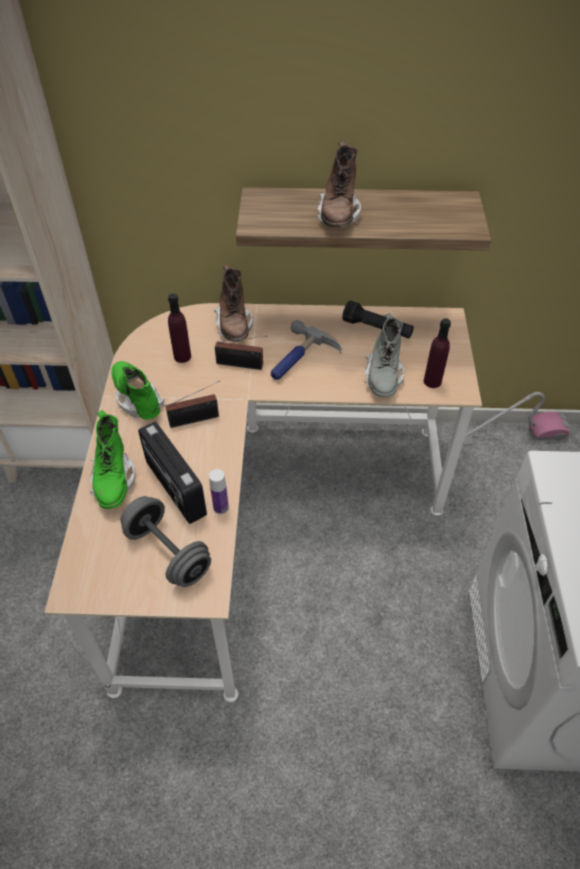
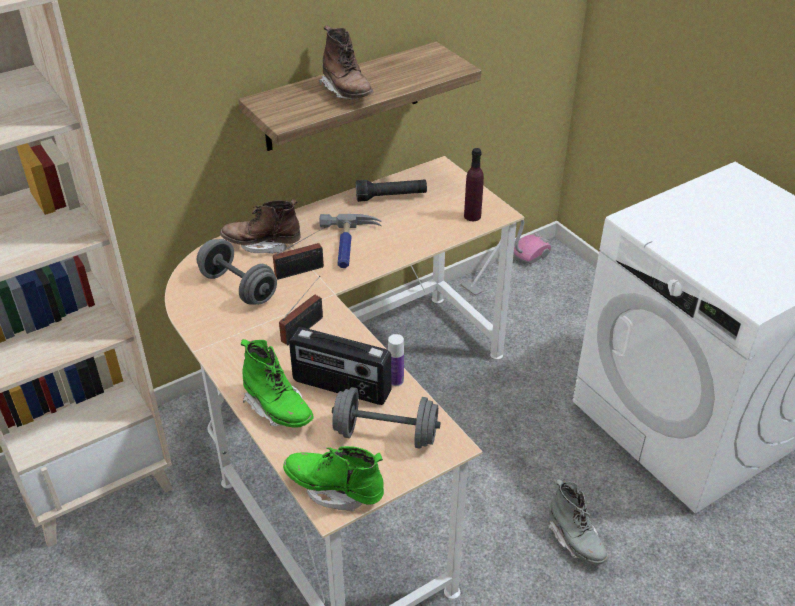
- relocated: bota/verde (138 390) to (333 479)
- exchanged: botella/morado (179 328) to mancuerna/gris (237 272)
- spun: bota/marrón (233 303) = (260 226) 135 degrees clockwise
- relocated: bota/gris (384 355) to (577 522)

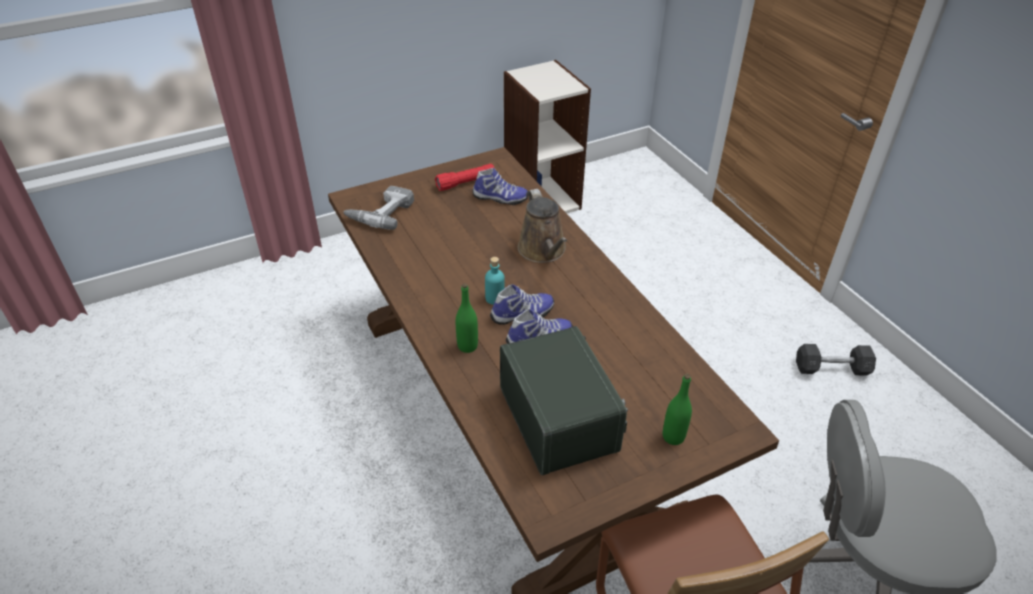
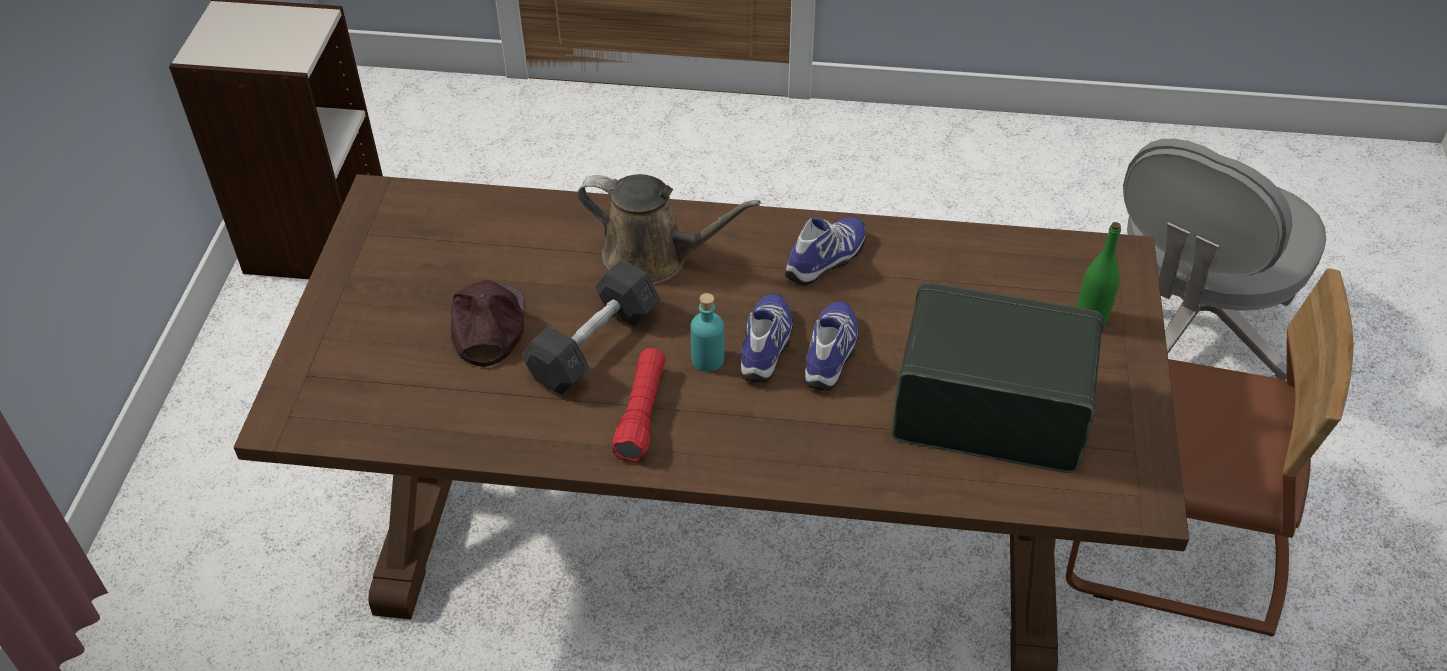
- missing: taladro (378 208)
- relocated: linterna/rojo (464 177) to (638 405)
- missing: botella/verde (467 318)
- relocated: zapato (501 186) to (825 251)
- relocated: mancuerna/gris (836 360) to (591 327)
- appeared: gorra/marrón (488 323)

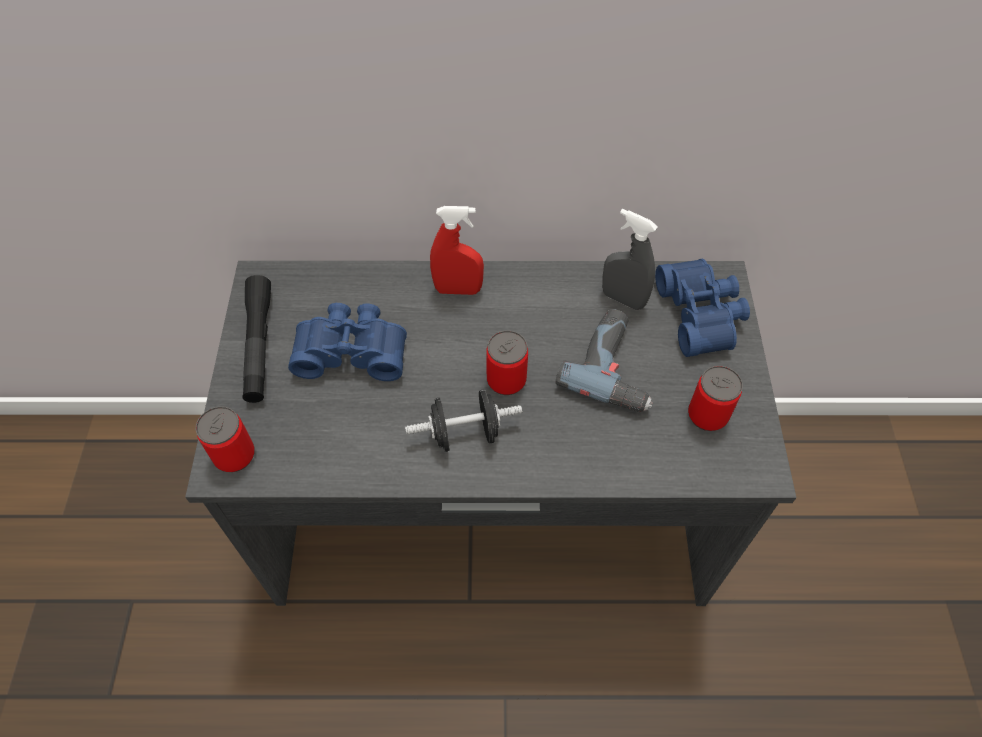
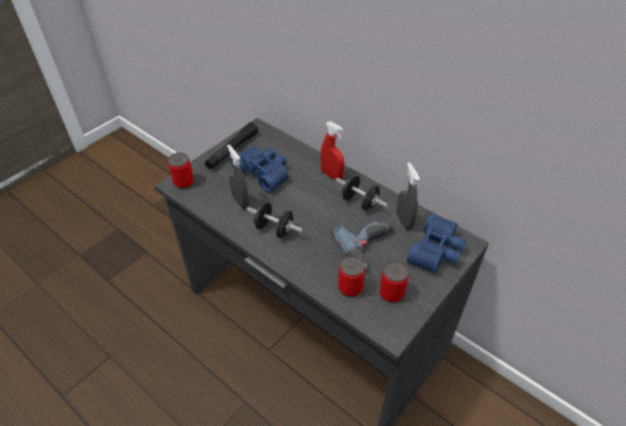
- relocated: lata (507 363) to (351 276)
- appeared: pulverizador/gris (238 177)
- appeared: mancuerna/negro (362 193)

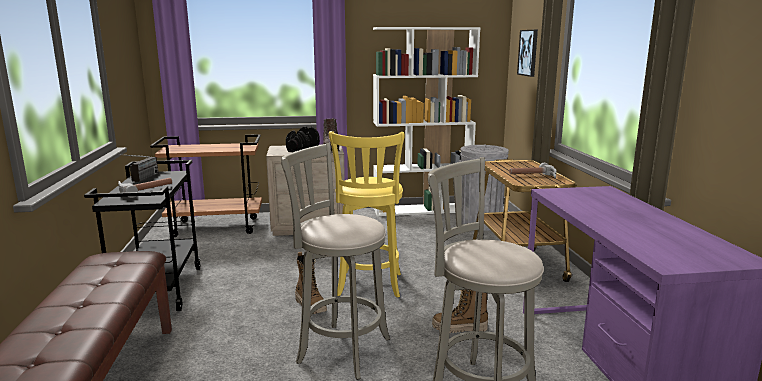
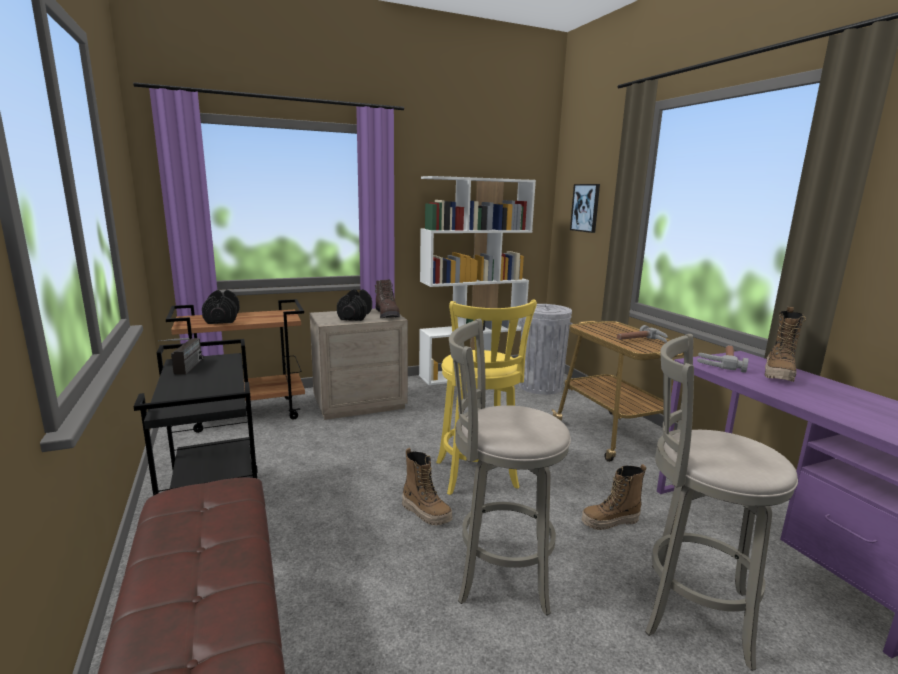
- relocated: martillo (145 188) to (722 359)
- appeared: mancuerna/negro (221 307)
- appeared: bota (785 344)

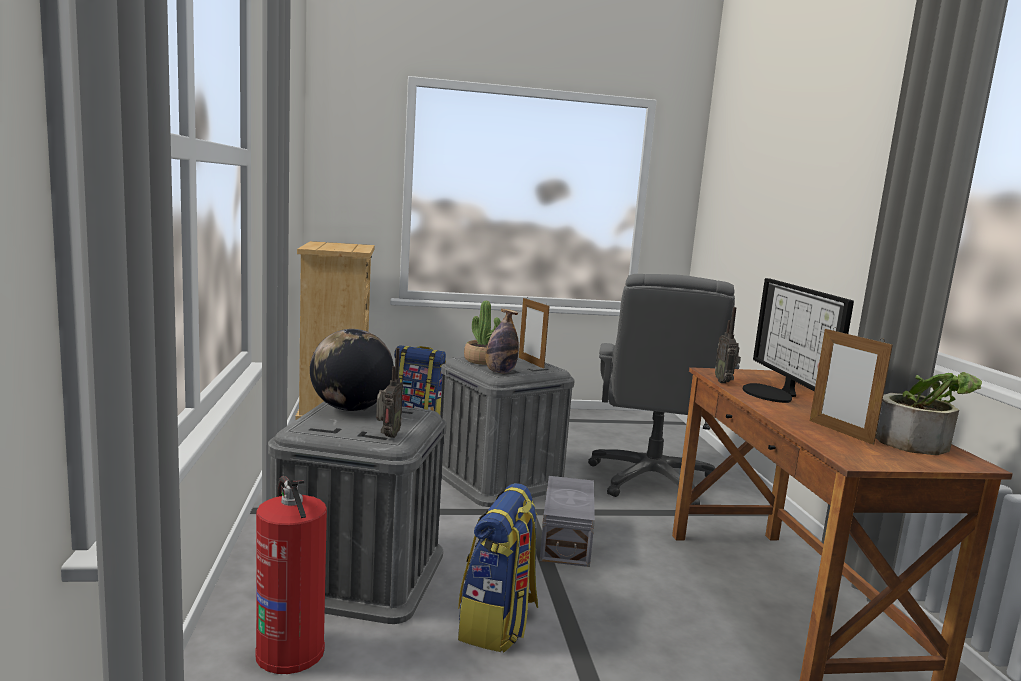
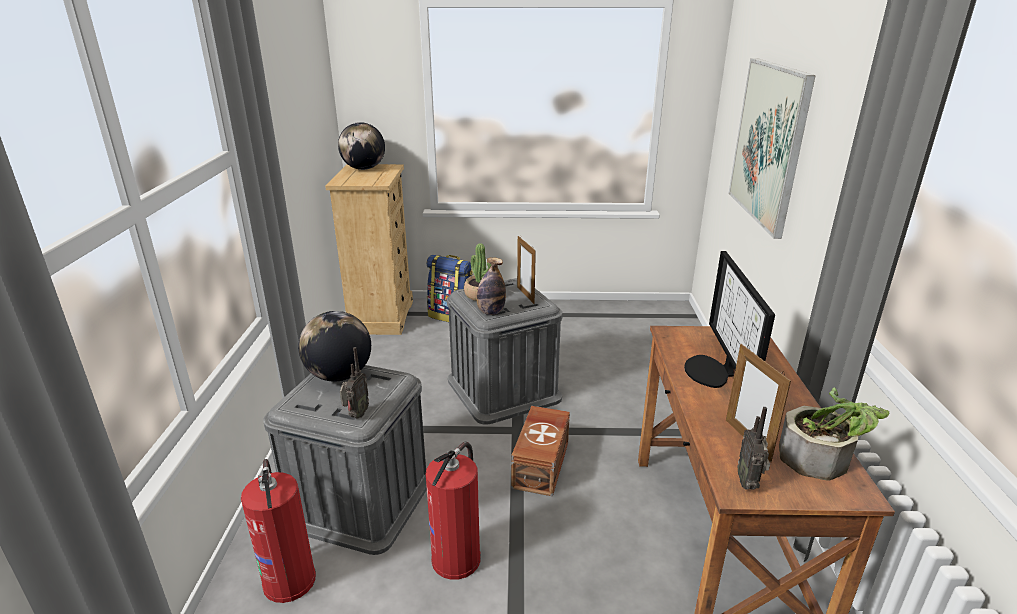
- exchanged: mochila (498 568) to extintor (453 511)
- colour: caja de almacenaje/gris (567 521) to caja de almacenaje/marrón (540 451)
- missing: silla de oficina/gris (663 389)
- relocated: radio (728 345) to (753 448)
- appeared: globo terráqueo (361 146)
- appeared: cuadro (772 148)

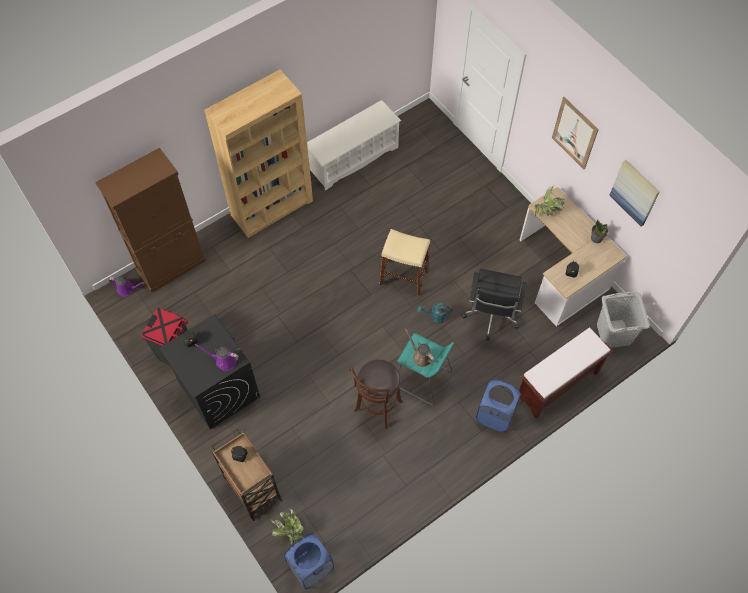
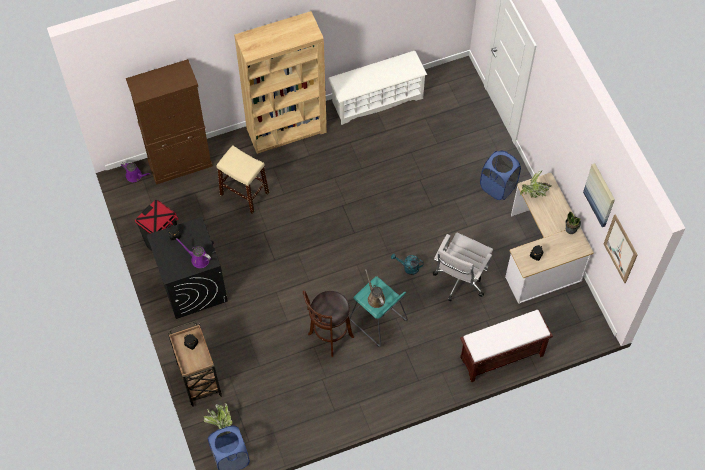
- relocated: taburete/beis (405 262) to (243 179)
- colour: silla de oficina/negro (494 305) to silla de oficina/blanco (463 267)
- relocated: cesto de la ropa/azul (498 406) to (500 175)
- relocated: cuadro (575 133) to (621 248)
- missing: cesto de la ropa/gris (623 320)

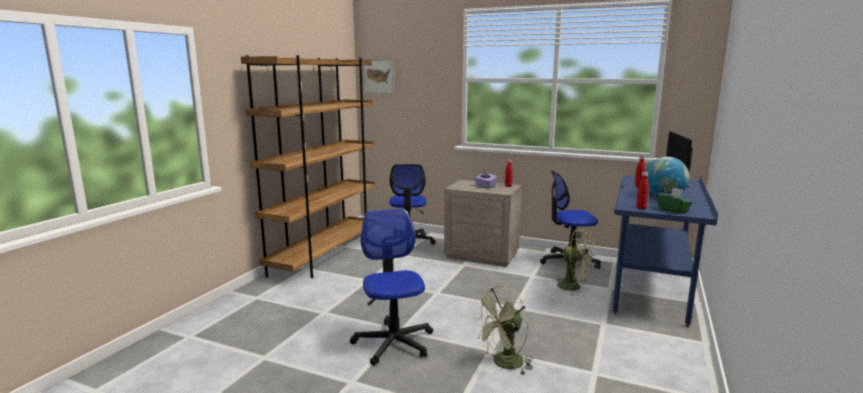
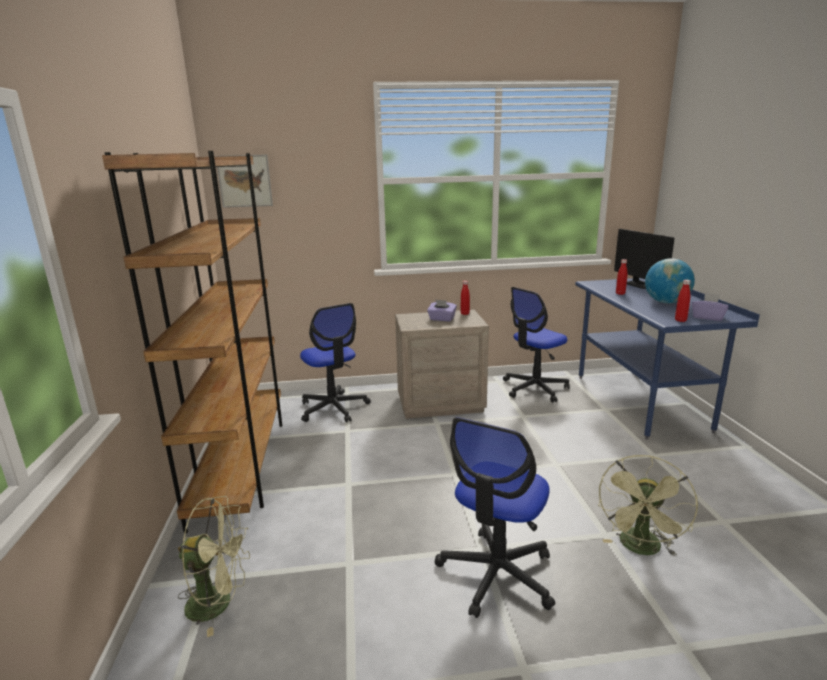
- spun: silla de oficina (391 287) = (495 517) 105 degrees counterclockwise
- relocated: ventilador/verde (574 262) to (214 566)
- colour: caja de pañuelos/verde (675 200) to caja de pañuelos/morado (710 307)

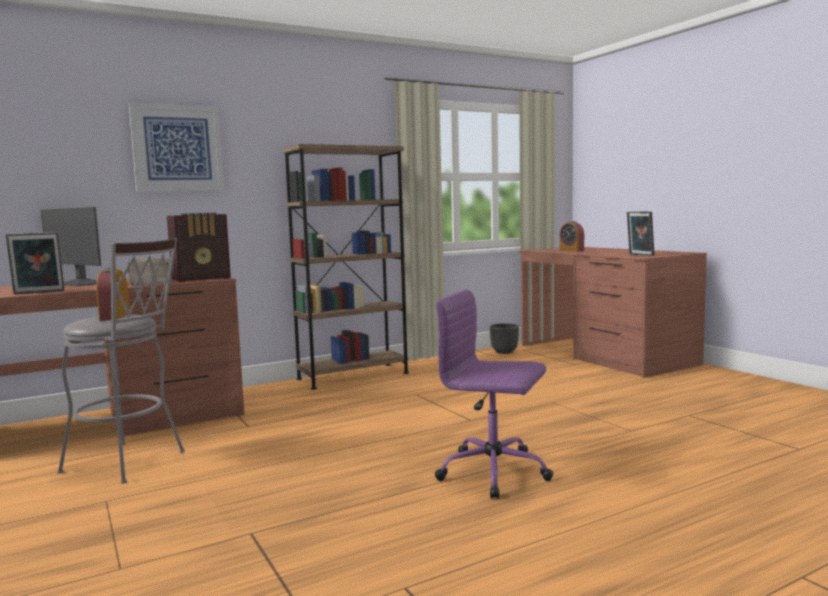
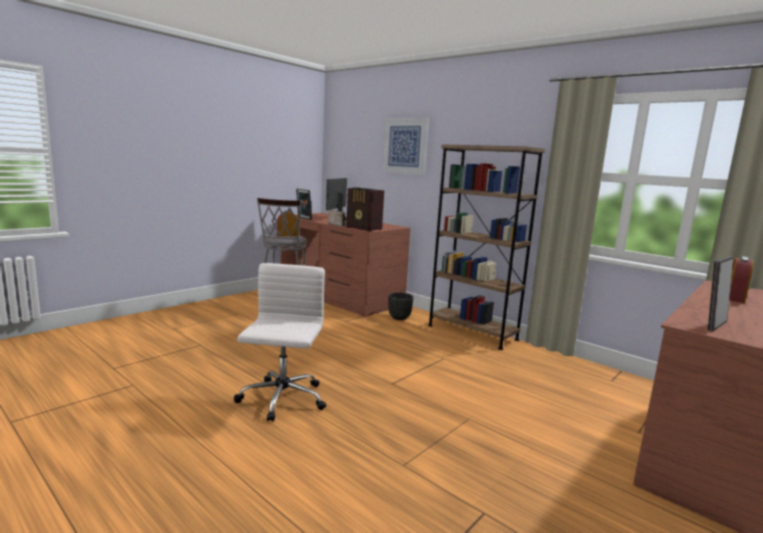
- colour: silla de oficina/morado (493 394) to silla de oficina/blanco (280 342)
- relocated: maceta/negro (504 338) to (400 306)

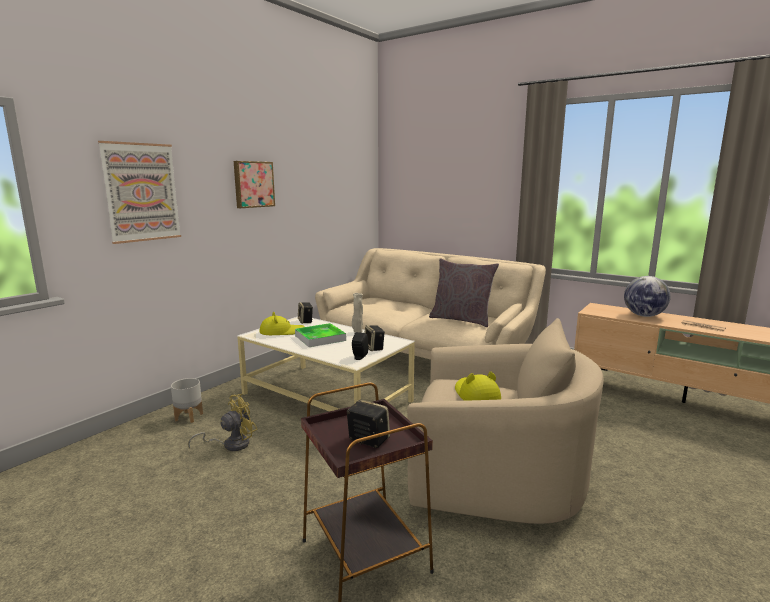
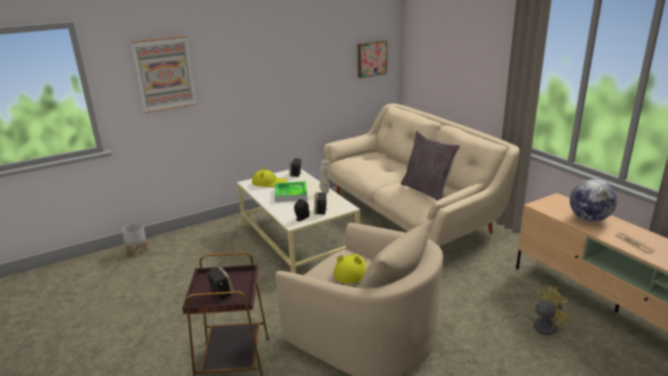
- relocated: maceta/gris (187 400) to (135 240)
- relocated: ventilador/amarillo (222 422) to (536 310)
- relocated: cuadro (254 184) to (372 59)

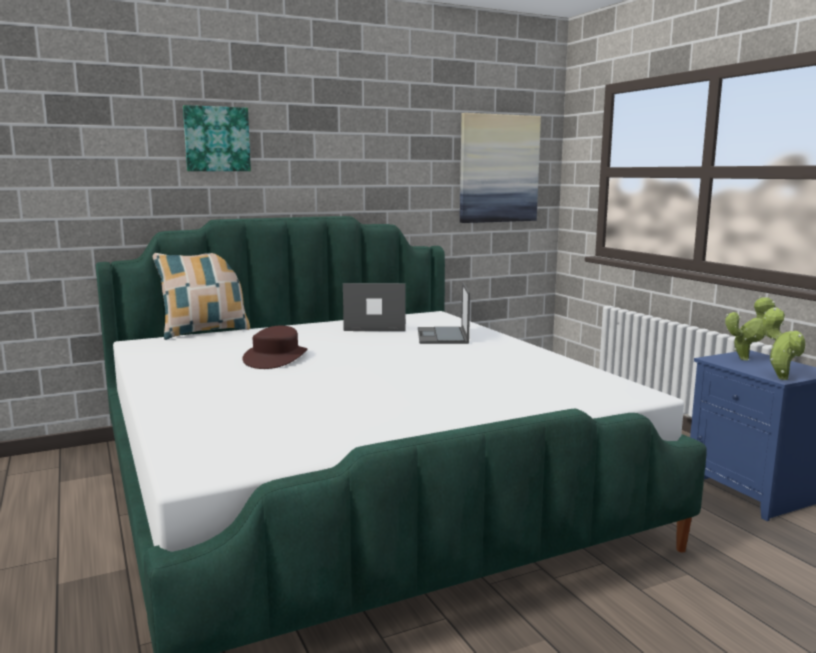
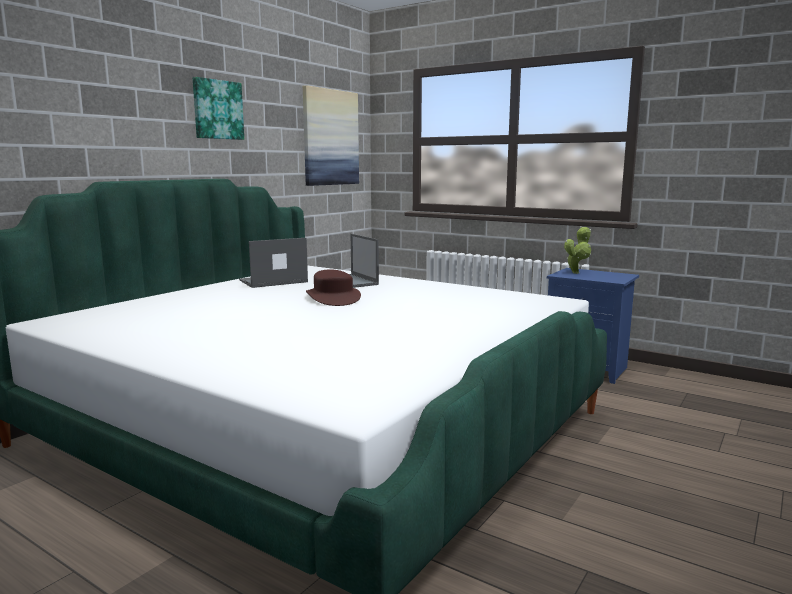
- missing: cojín (201 296)
- relocated: cuadro (217 138) to (218 108)
- relocated: sombrero/marrón (274 347) to (333 287)
- missing: planta en maceta (784 344)

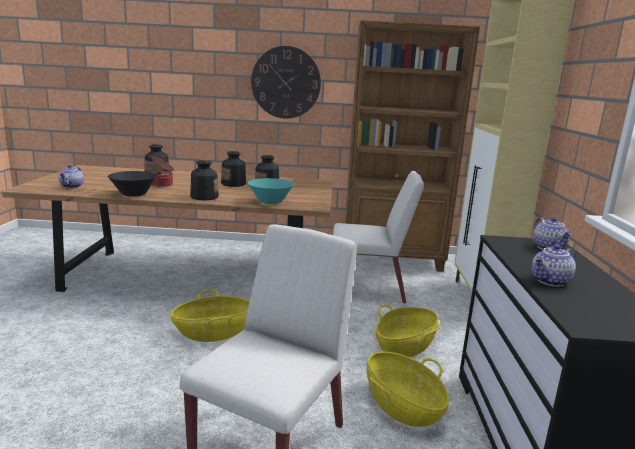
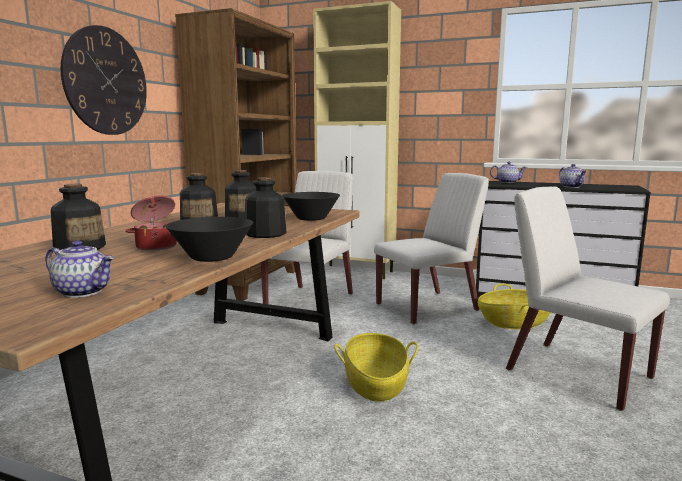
- colour: cuenco/turquesa (271 191) to cuenco/negro (311 206)
- exchanged: cesta (408 331) to silla/blanco (431 248)

